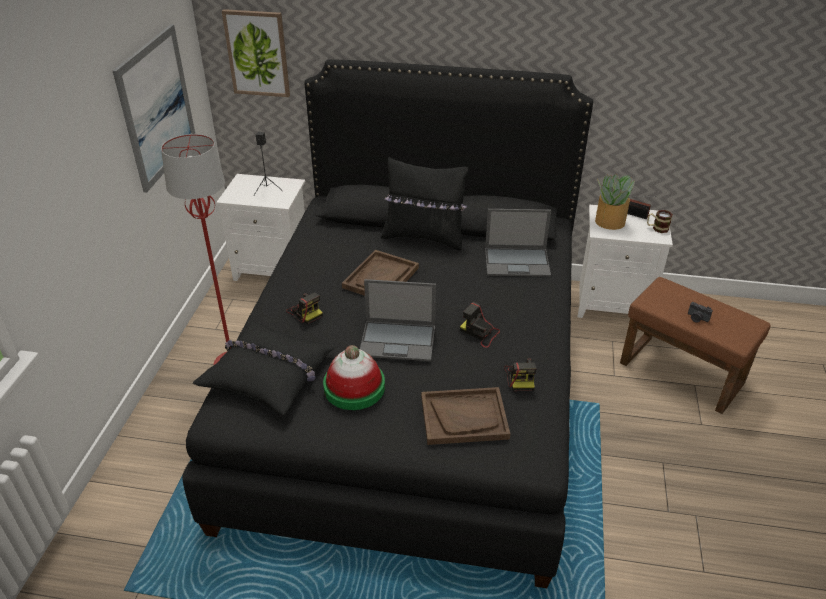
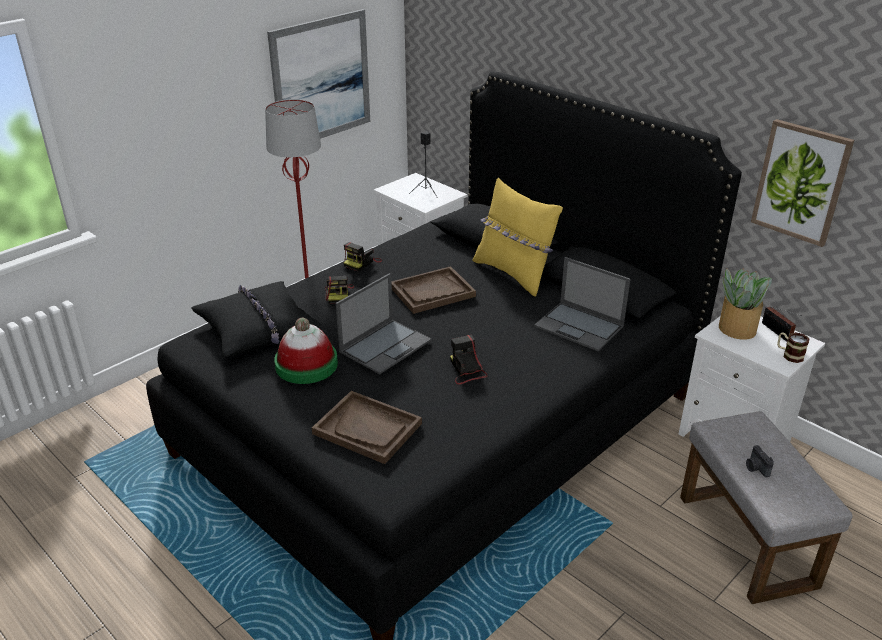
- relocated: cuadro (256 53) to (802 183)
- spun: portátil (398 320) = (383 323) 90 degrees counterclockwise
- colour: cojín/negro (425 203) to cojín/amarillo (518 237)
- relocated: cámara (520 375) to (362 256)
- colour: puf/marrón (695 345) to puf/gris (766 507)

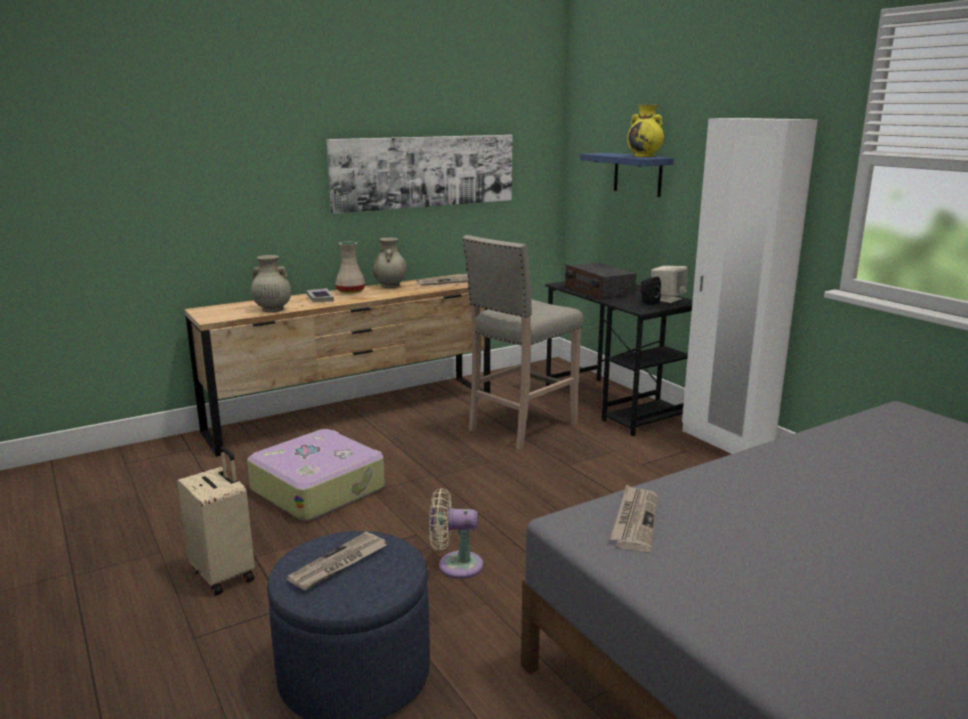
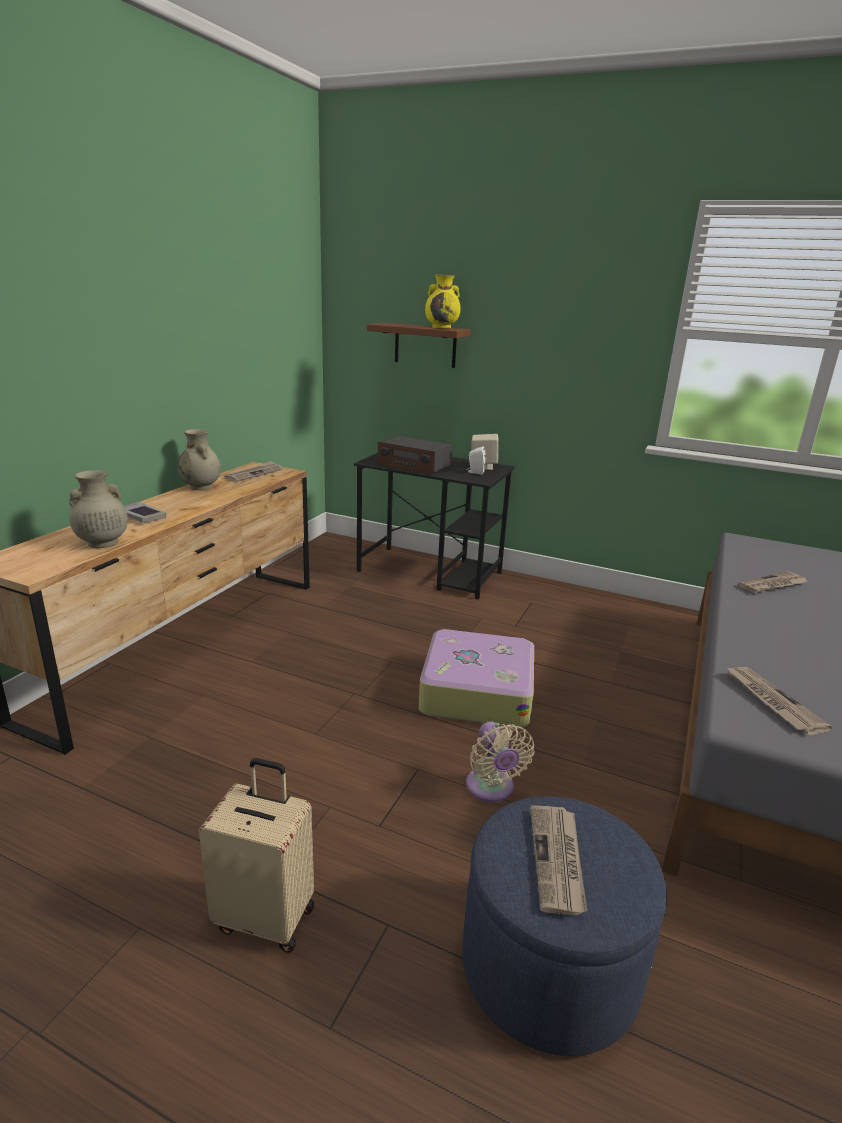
- relocated: maleta (316 475) to (476 678)
- missing: cuadro (420 174)
- missing: florero/beis (350 267)
- spun: ventilador/beis (456 533) = (500 762) 75 degrees counterclockwise
- missing: taburete/beis (522 342)
- colour: estante/azul (627 175) to estante/marrón (419 345)
- colour: altavoz/negro (650 290) to altavoz/blanco (476 460)
- missing: armario ropero/blanco (750 286)
- appeared: periódico (773 582)

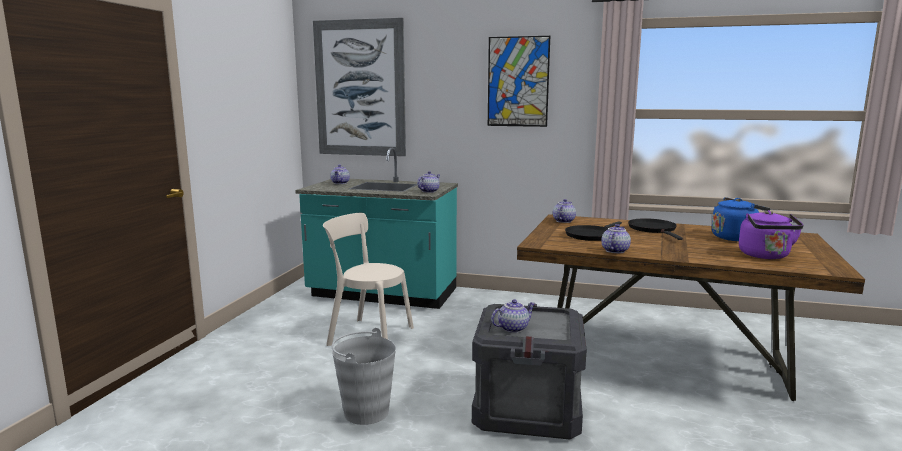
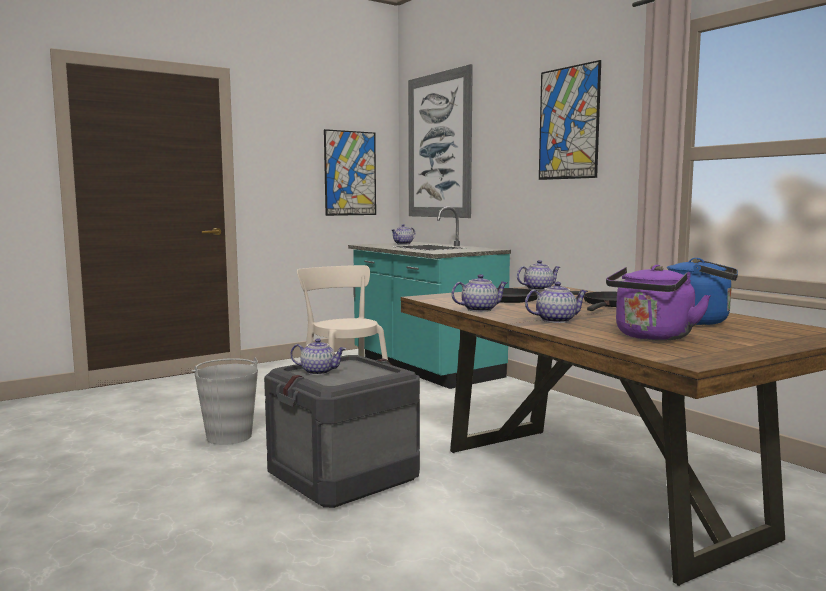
- relocated: tetera (428 182) to (556 302)
- appeared: cuadro (350 172)

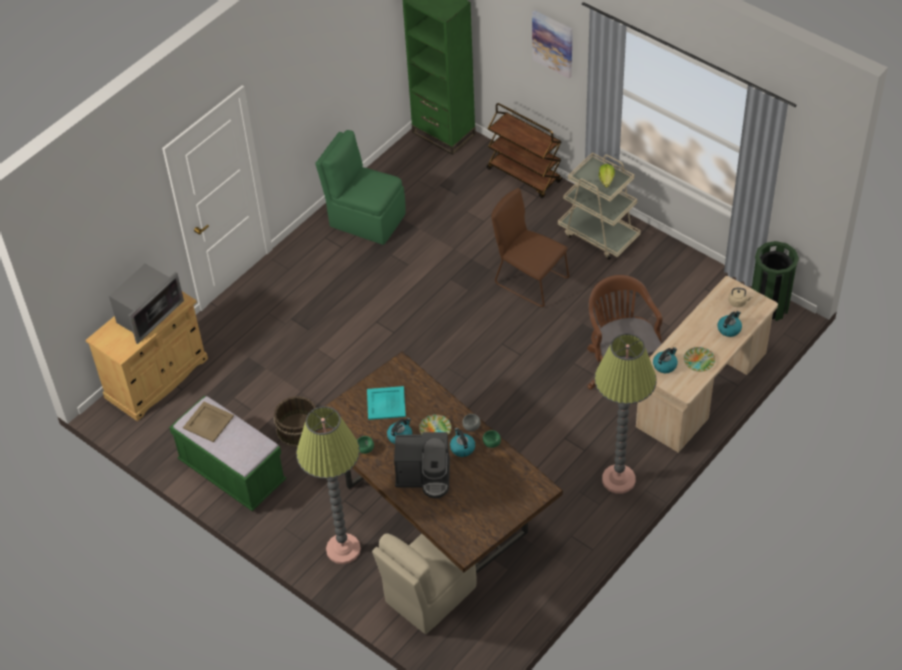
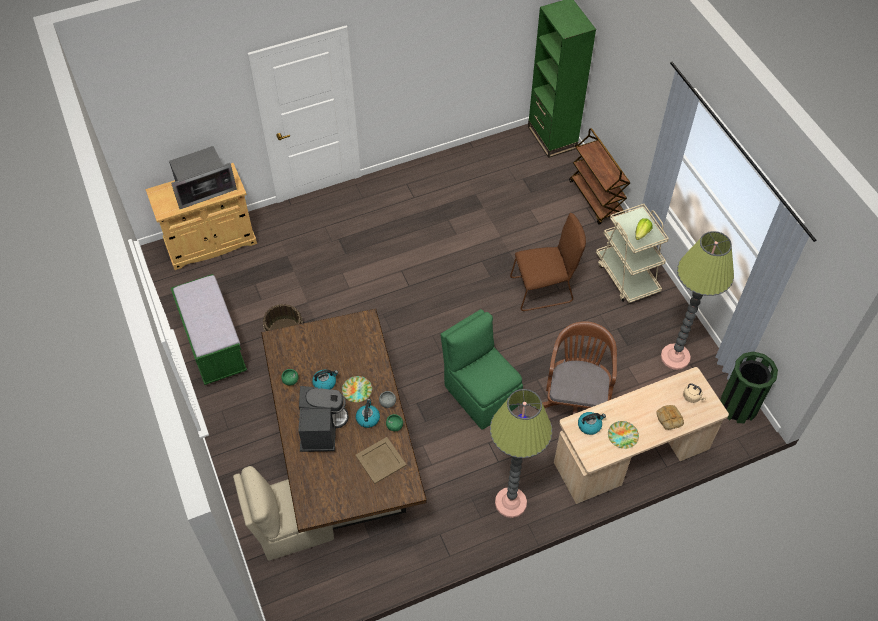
- relocated: bandeja/beis (208 422) to (381 460)
- relocated: lámpara de pie (328 485) to (697 300)
- relocated: silla/verde (360 187) to (482 369)
- missing: bandeja/turquesa (386 403)
- spun: cafetera (422 465) = (324 419) 120 degrees counterclockwise
- spun: silla/marrón (530 247) = (548 262) 105 degrees clockwise
- missing: cuadro (552 44)
- exchanged: hervidor (729 324) to pan (670 417)

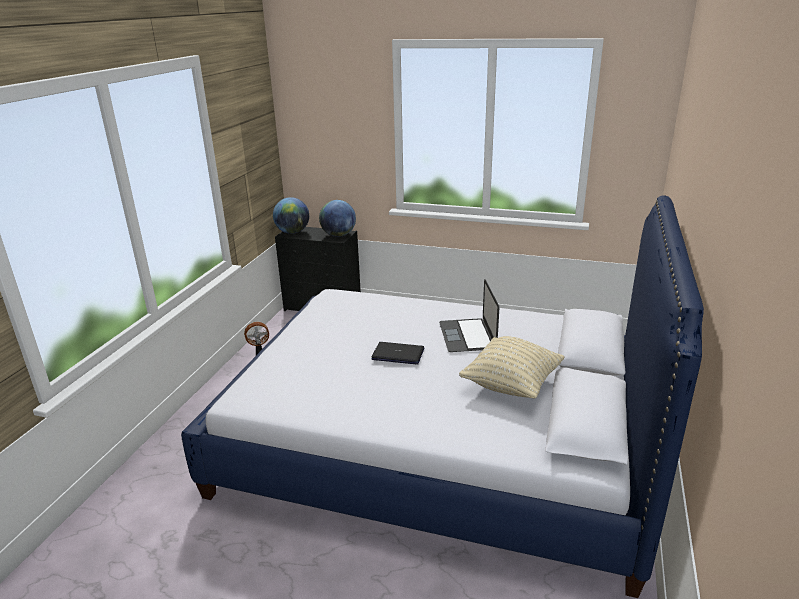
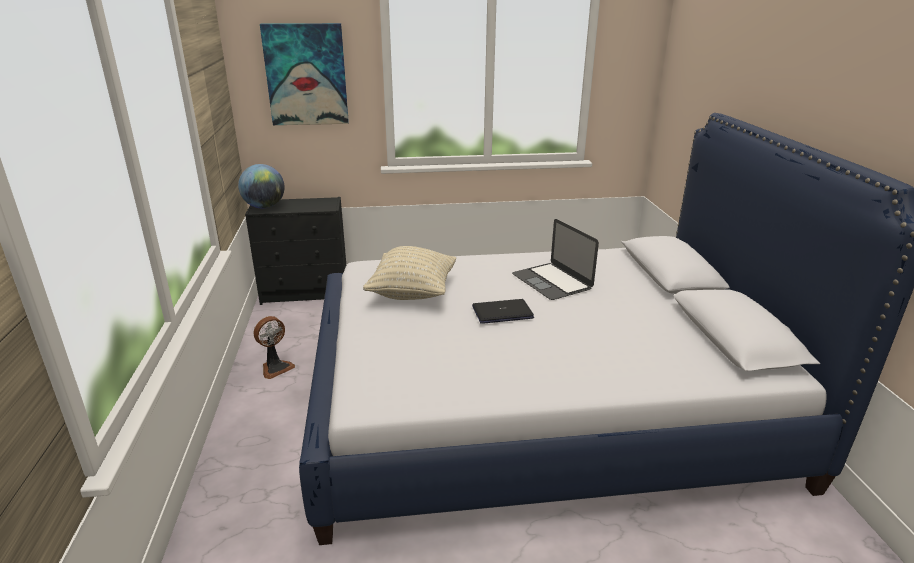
- missing: globo terráqueo (337 218)
- relocated: cojín/beis (512 367) to (409 273)
- appeared: cuadro (304 74)

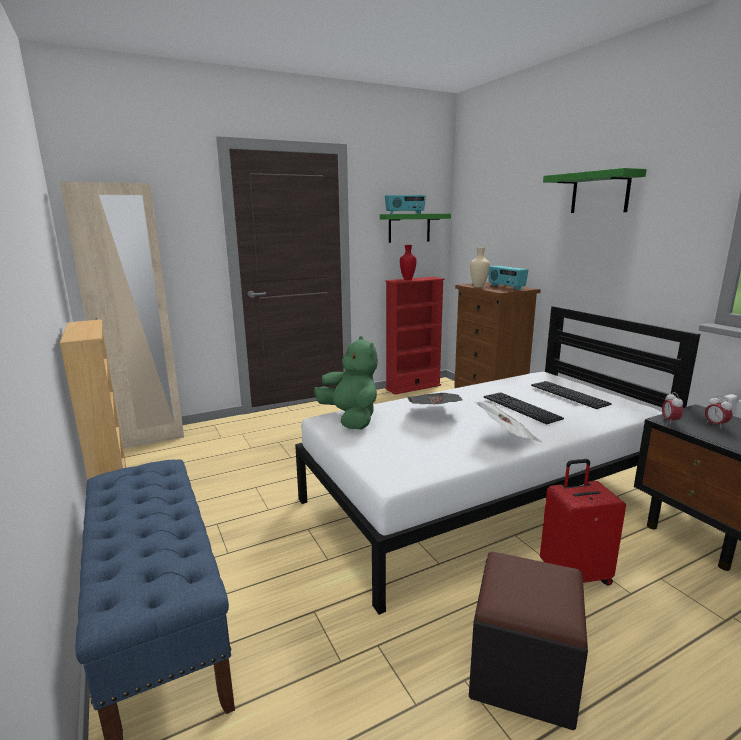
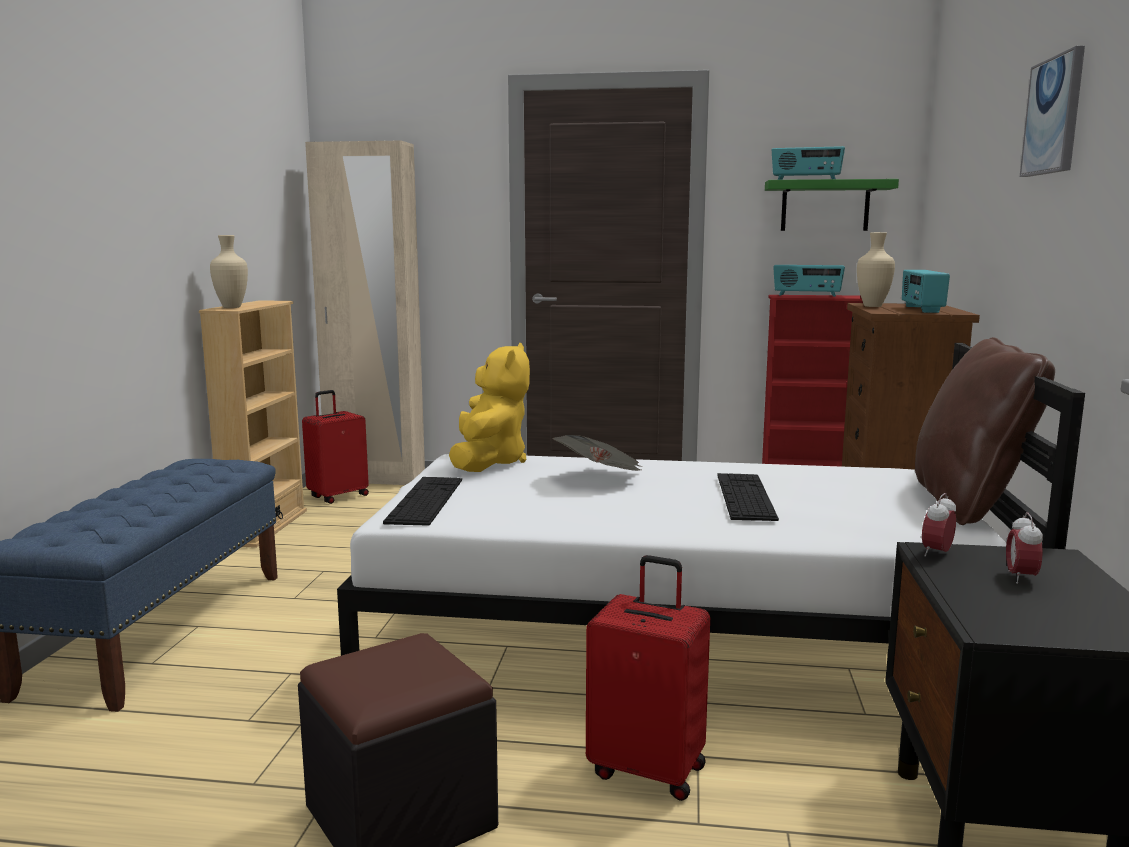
- colour: peluche/verde (346 383) to peluche/amarillo (489 407)
- exchanged: florero/rojo (408 262) to radio (809 281)
- missing: periódico (508 421)
- relocated: teclado (571 395) to (422 501)
- exchanged: estante/verde (595 190) to cuadro (1052 111)
- appeared: florero/beis (229 271)
- appeared: maleta/rojo (335 447)
- appeared: cojín/marrón (985 431)

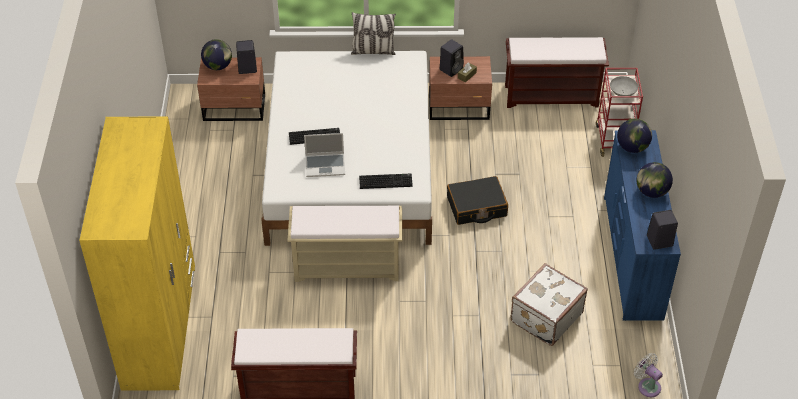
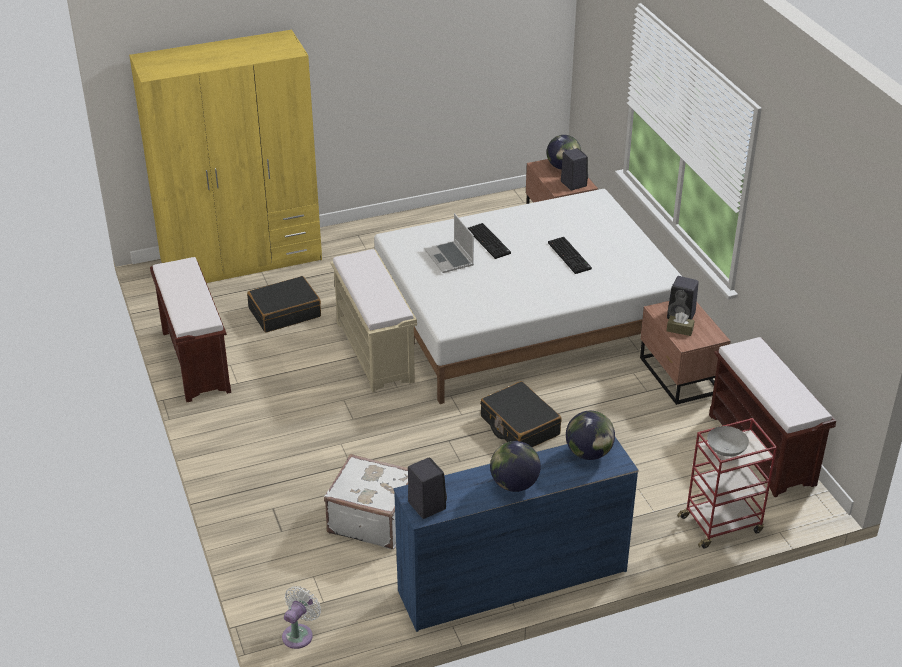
- missing: cojín (373 33)
- relocated: teclado (386 181) to (570 255)
- appeared: maleta/negro (284 304)

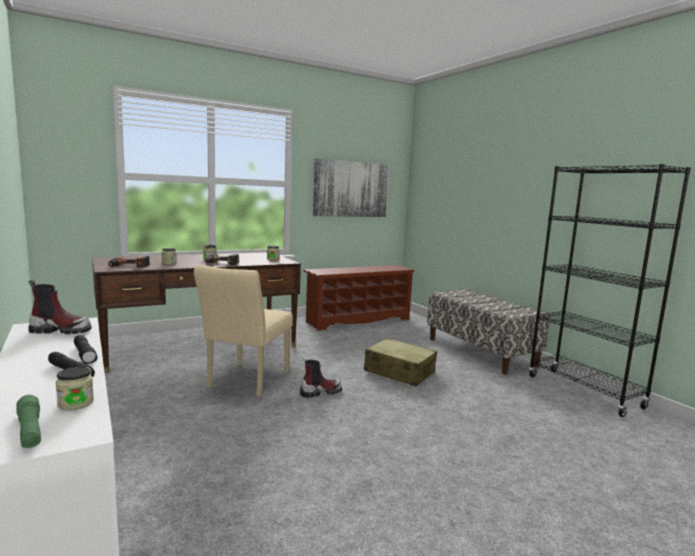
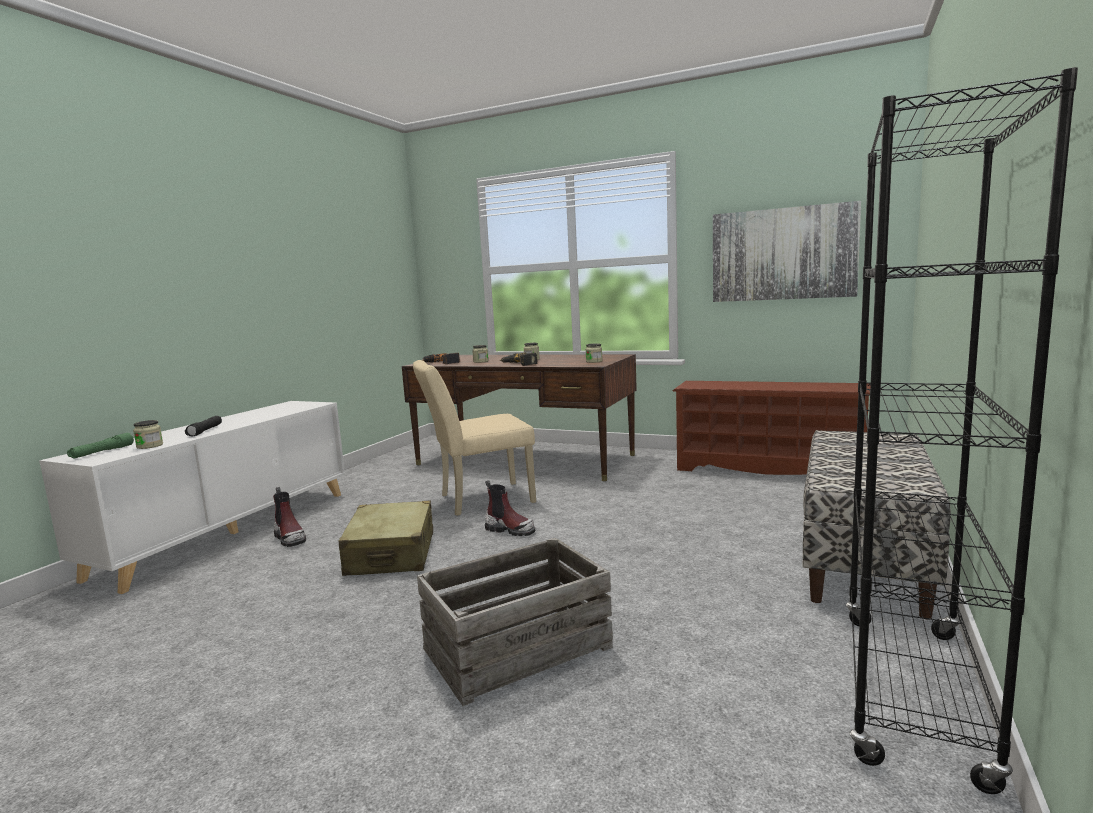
- relocated: bota (60 307) to (289 517)
- missing: linterna/negro (85 349)
- relocated: maleta/beis (400 362) to (386 538)
- appeared: caja de embalaje (515 622)

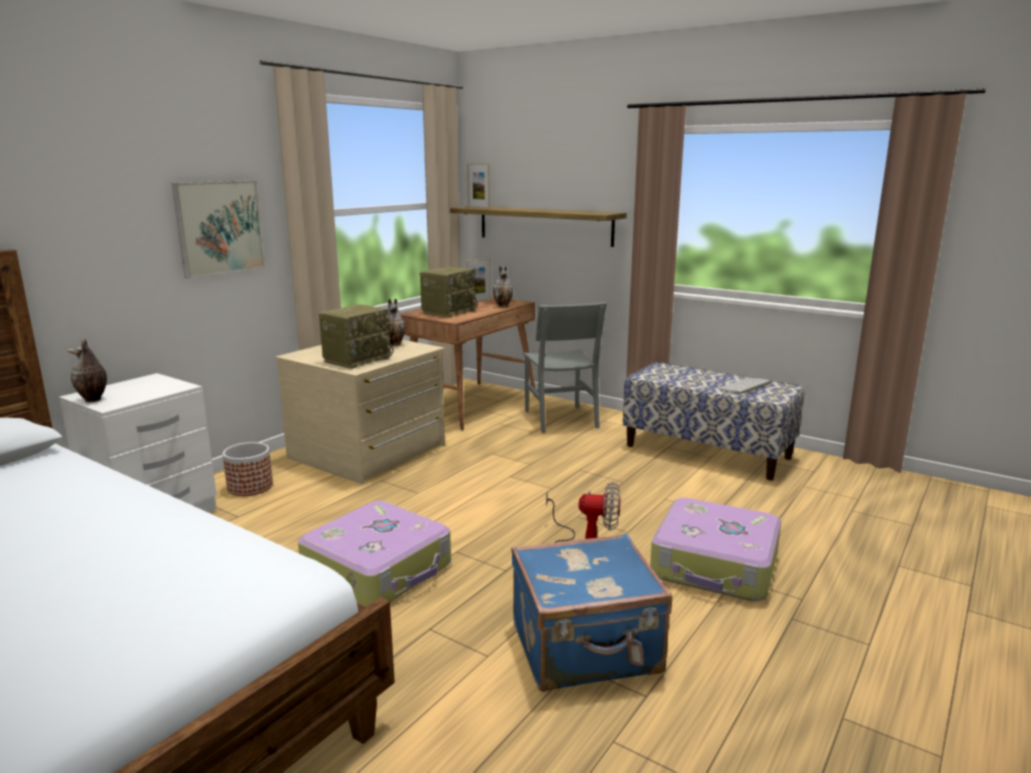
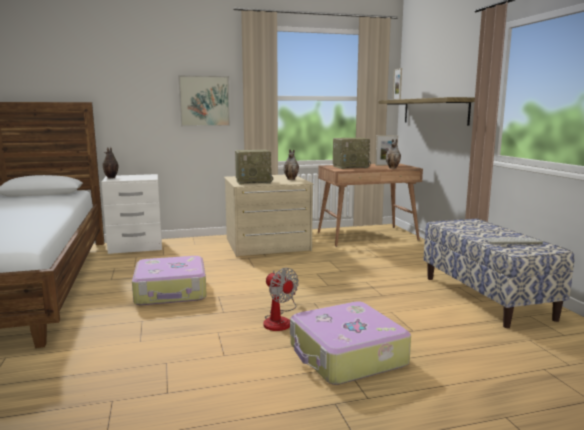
- missing: maceta (248 469)
- missing: maleta/azul (591 612)
- missing: silla/gris (565 367)

